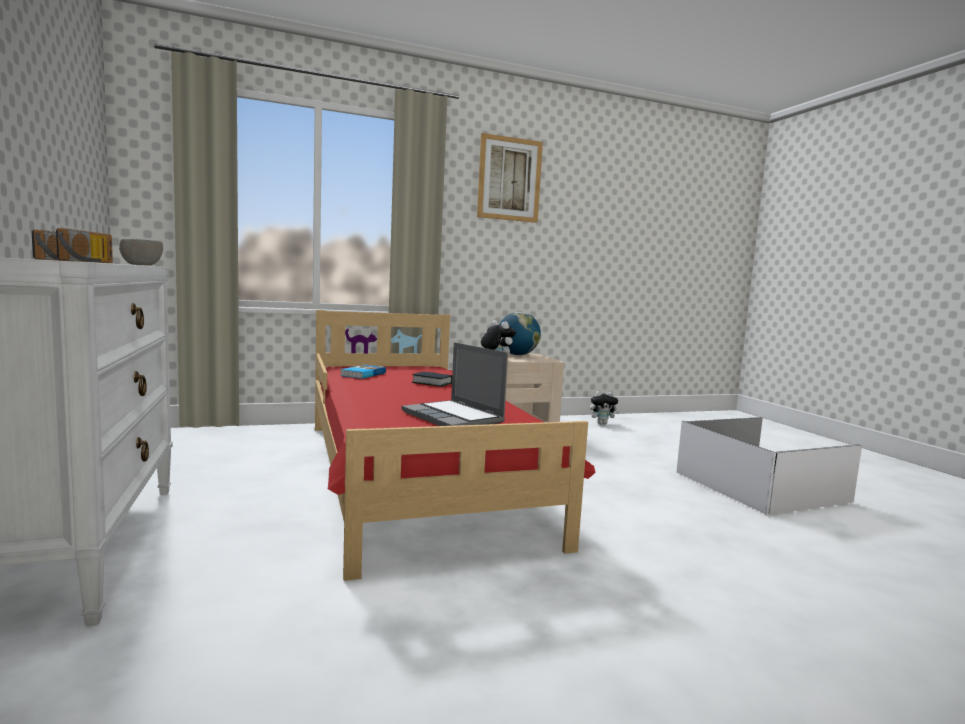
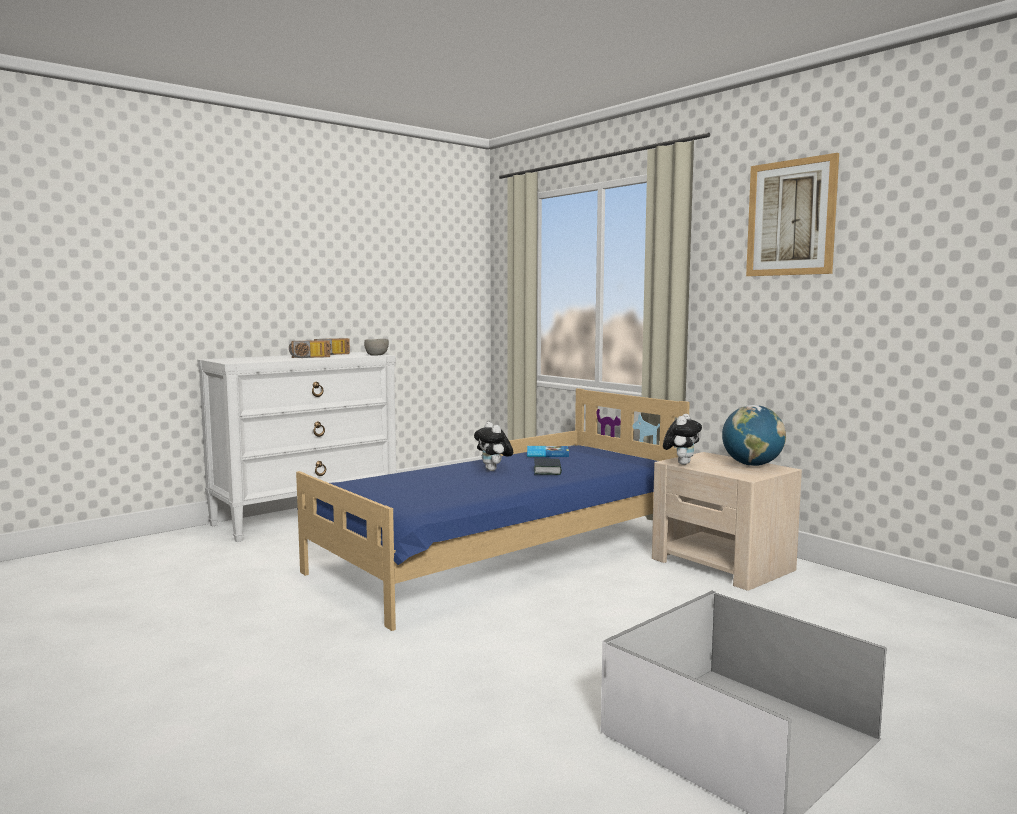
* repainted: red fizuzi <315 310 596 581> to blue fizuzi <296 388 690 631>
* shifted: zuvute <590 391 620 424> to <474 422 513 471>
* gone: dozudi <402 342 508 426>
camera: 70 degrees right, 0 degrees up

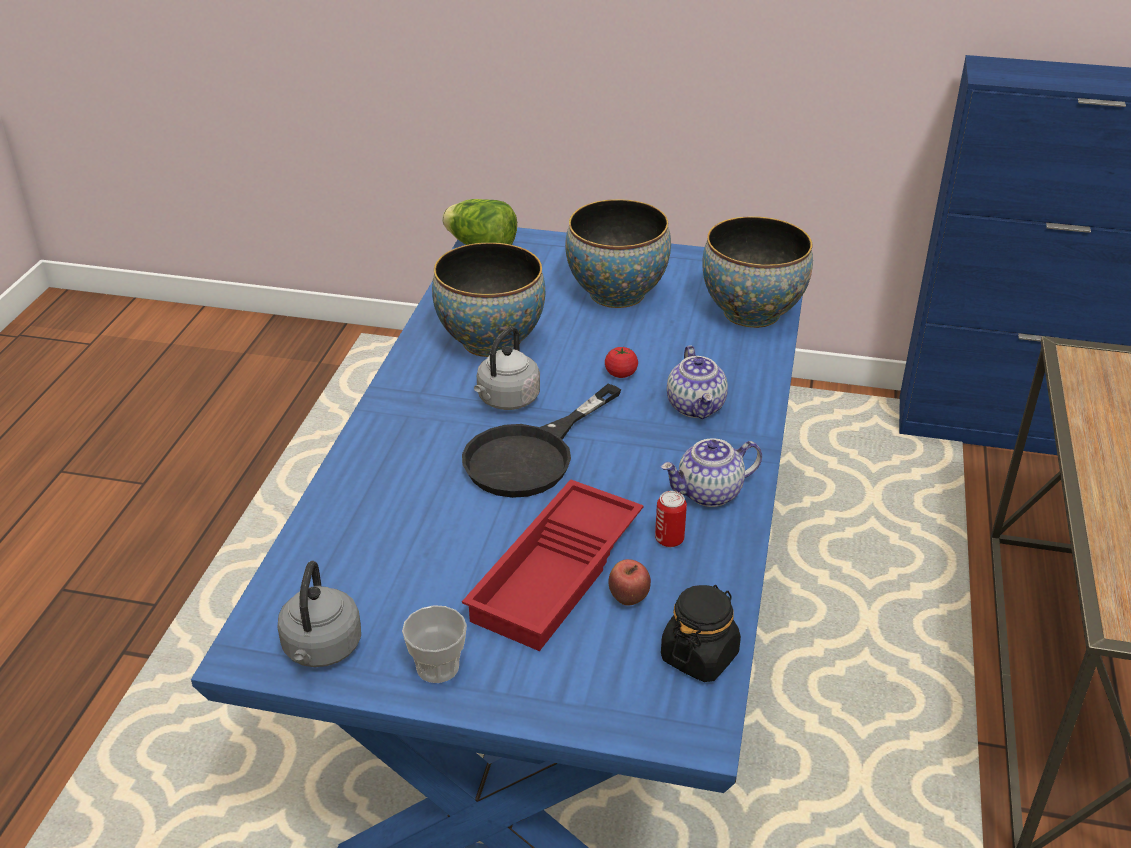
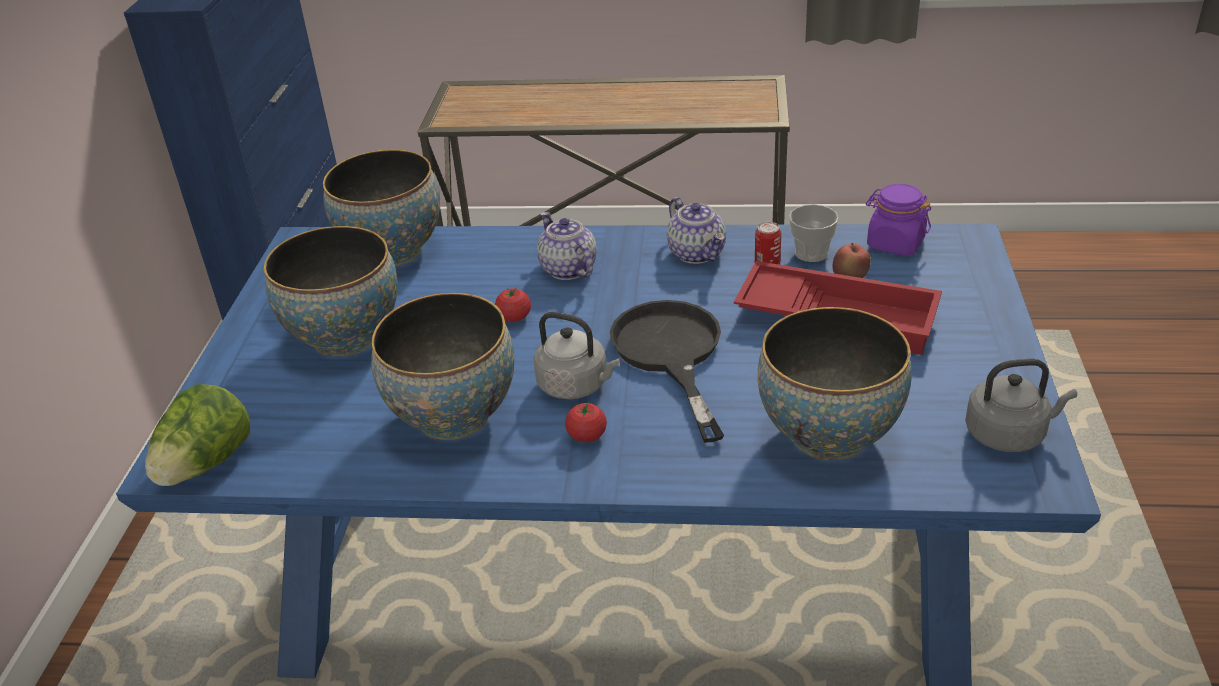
* rotated: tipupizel <667 345 728 419> = <537 212 597 280> 105 degrees counterclockwise
* new: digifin <565 402 607 442>
* rotated: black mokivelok <462 384 621 498> = <610 300 724 443> 135 degrees counterclockwise
* new: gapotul <758 307 912 460>
* shifted: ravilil <402 605 467 683> to <789 204 839 262>
* repainted: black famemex <661 585 741 682> to purple famemex <866 184 931 256>
camera: 95 degrees left, 0 degrees up

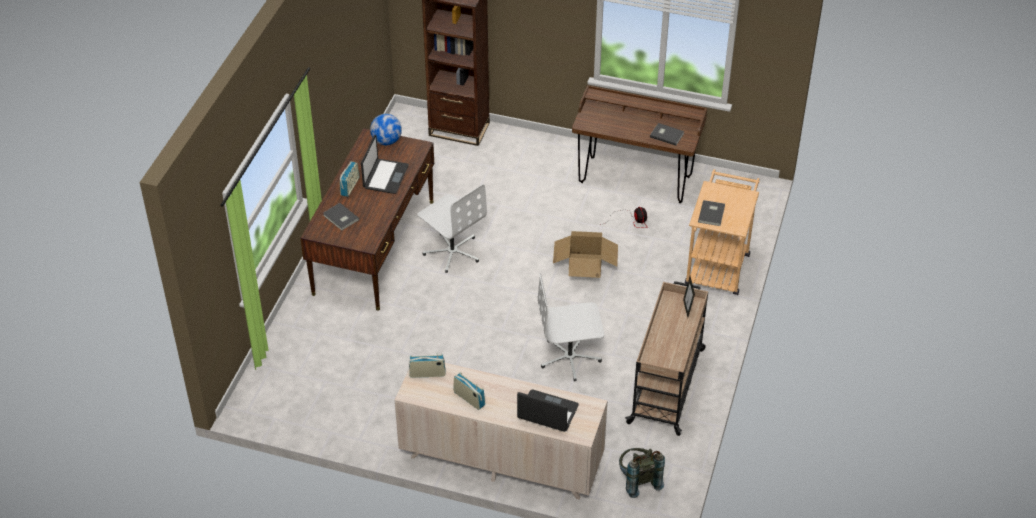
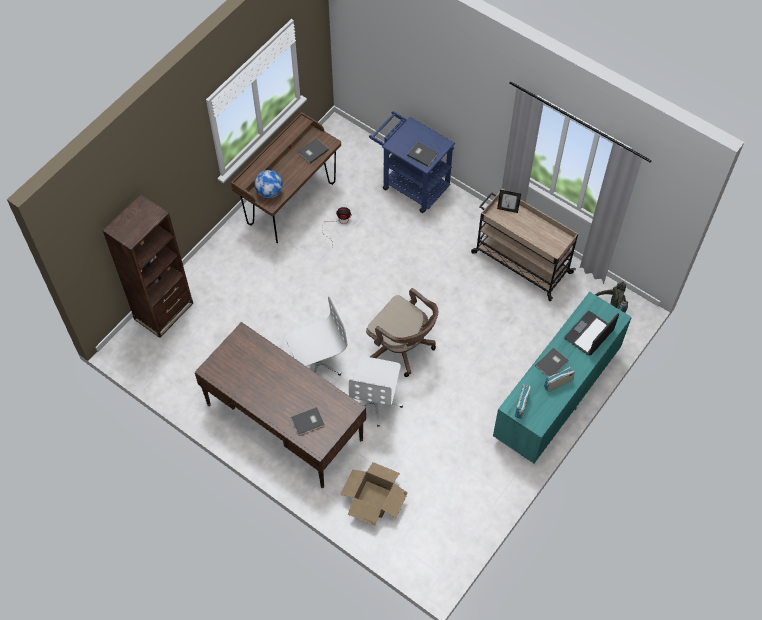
* shifted: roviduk <370 114 402 145> to <255 170 283 198>
* shifted: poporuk <553 231 618 278> to <340 462 408 526>
* shifted: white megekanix <538 273 604 381> to <349 356 403 426>
* new: brown megekanix <366 288 438 377>
* repainted: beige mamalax <685 169 759 295> to blue mamalax <369 111 455 213>
* repainted: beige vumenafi <395 363 607 500> to turquoise vumenafi <493 292 632 463>
* new: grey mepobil <535 348 569 377>
* gone: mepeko <340 161 359 197>
* gone: dozudi <361 135 409 194>
camera: 70 degrees left, 15 degrees up

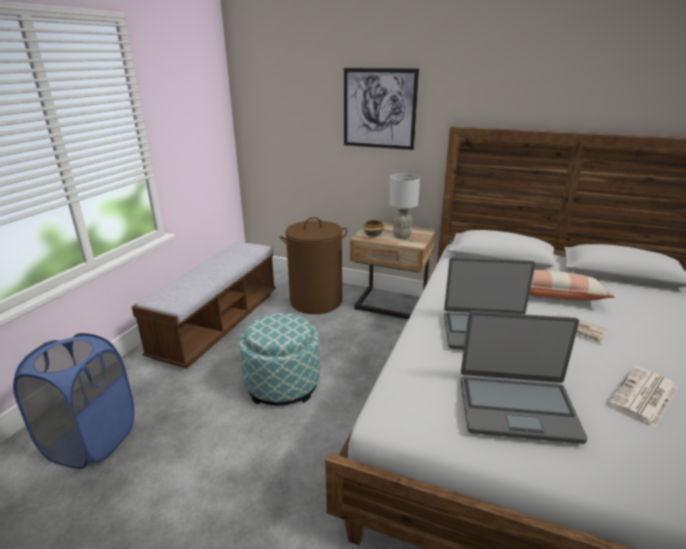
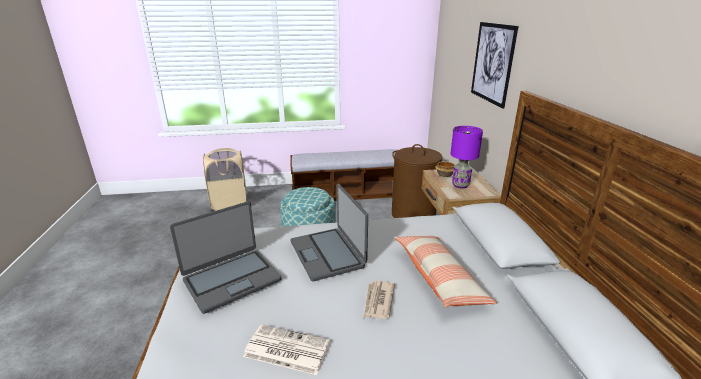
* rotated: dozudi <460 311 588 444> = <170 201 282 314> 105 degrees counterclockwise
* repainted: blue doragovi <13 333 134 469> to beige doragovi <203 148 247 211>
* repainted: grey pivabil <389 174 420 239> to purple pivabil <450 126 483 188>
camera: 60 degrees right, 0 degrees up

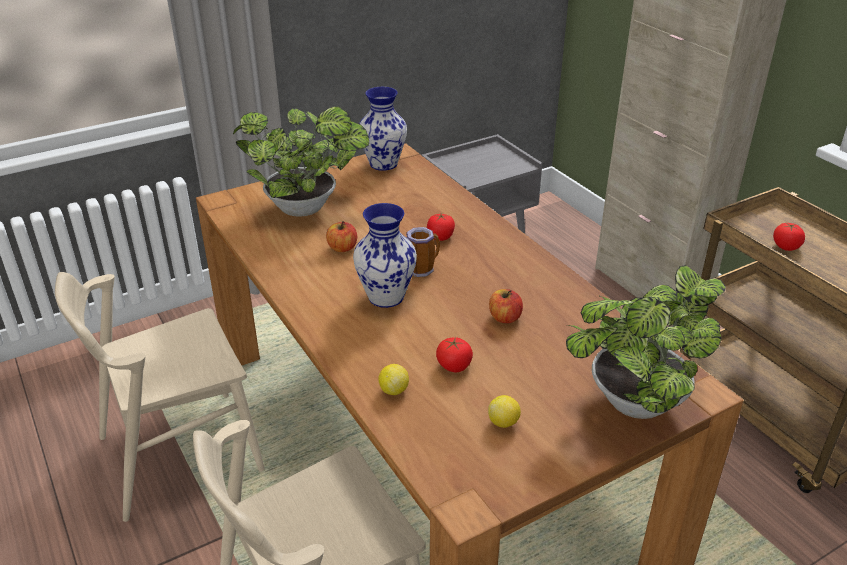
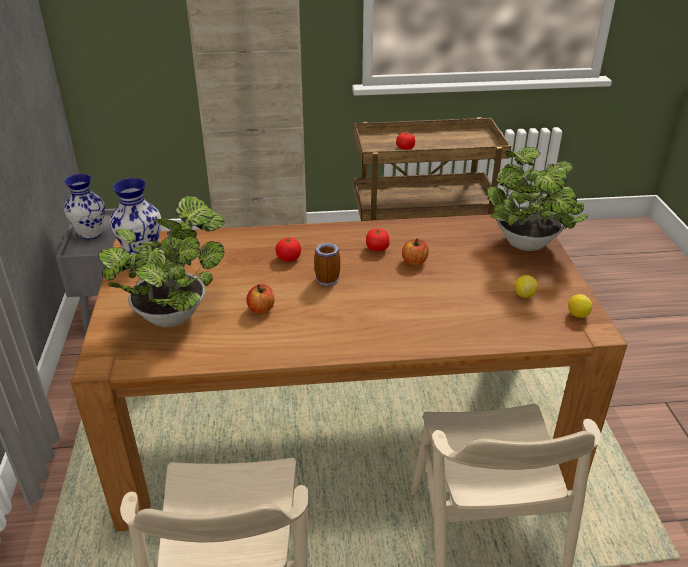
* shifted: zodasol <353 203 417 308> to <64 174 105 240>
* shifted: digifin <436 337 473 372> to <366 229 389 251>
* shifted: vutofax <378 364 409 395> to <568 294 592 318>
camera: 65 degrees left, 0 degrees up

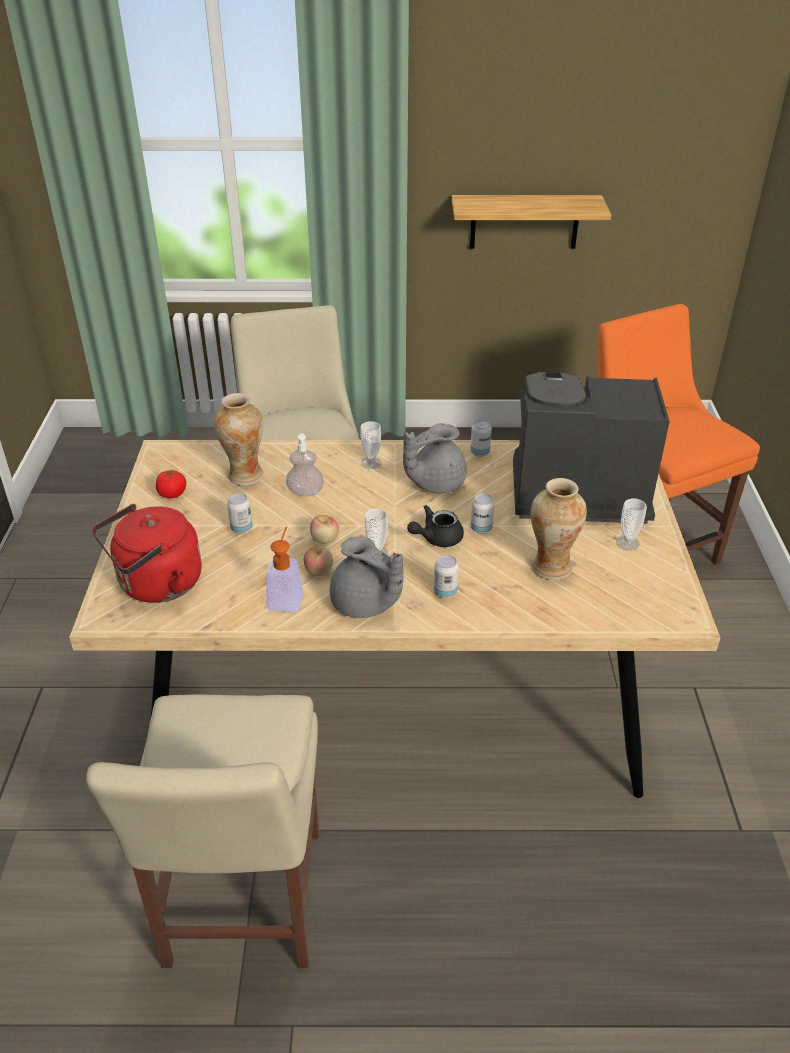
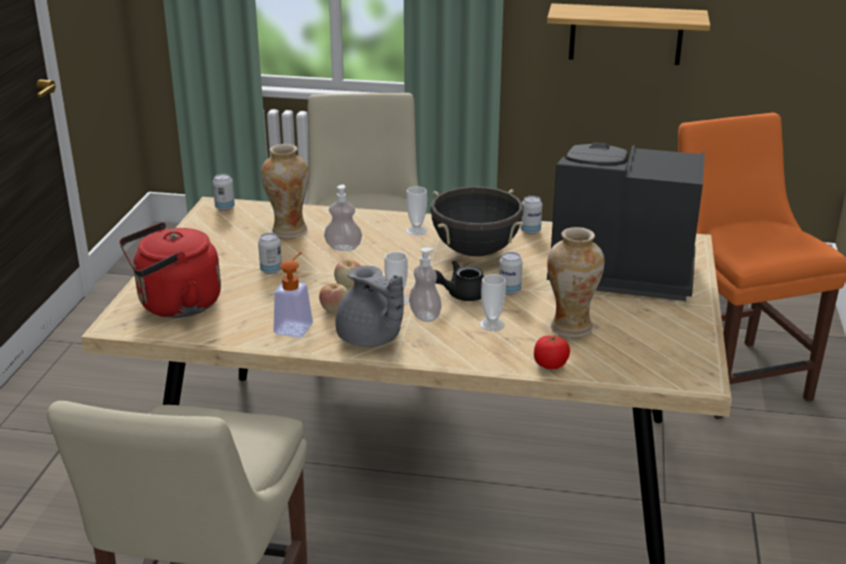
* shifted: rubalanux <434 555 459 598> to <213 174 235 211>
* new: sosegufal <409 248 442 322>
* swapped: grey tipupizel <403 423 467 493> to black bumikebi <430 186 524 257>
* shifted: ravilil <616 498 647 551> to <480 274 506 331>
* shifted: digifin <156 469 186 498> to <534 335 570 369>
camera: 10 degrees right, 10 degrees down

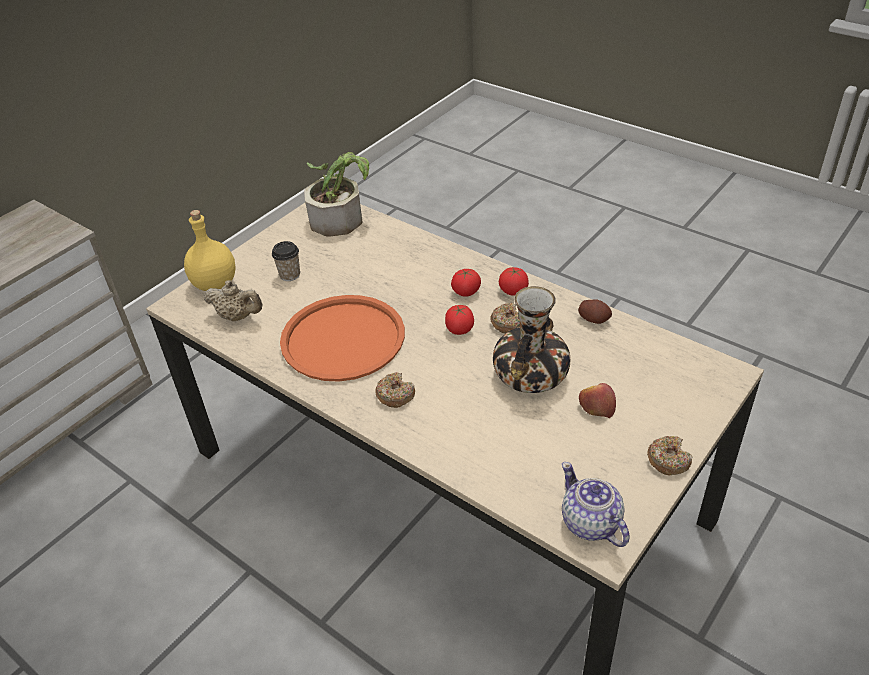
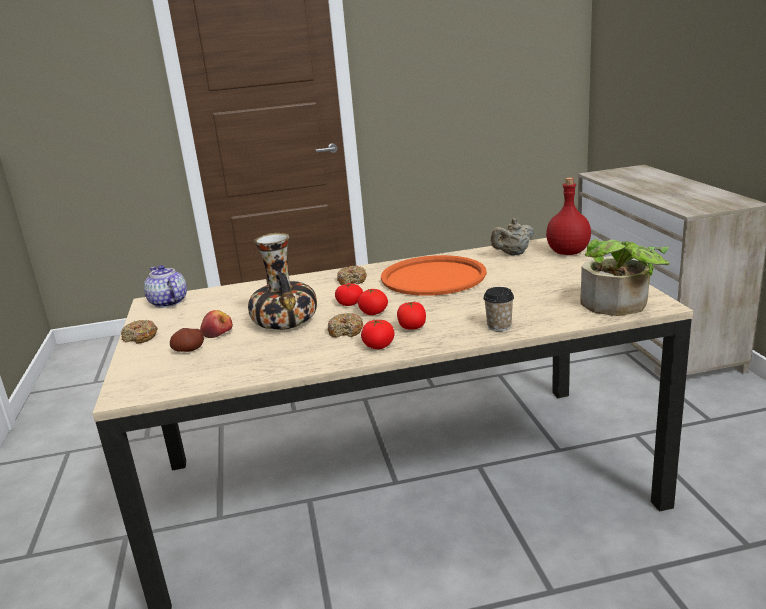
* rotated: tipupizel <562 462 629 547> = <144 265 187 308> 135 degrees counterclockwise
* shifted: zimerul <578 299 612 324> to <170 328 204 352>
* new: digifin <335 283 363 306>
* shifted: ravilil <272 241 300 281> to <483 287 514 331>
* repainted: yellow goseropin <184 210 236 291> to red goseropin <546 177 591 255>
camera: 130 degrees right, 20 degrees down

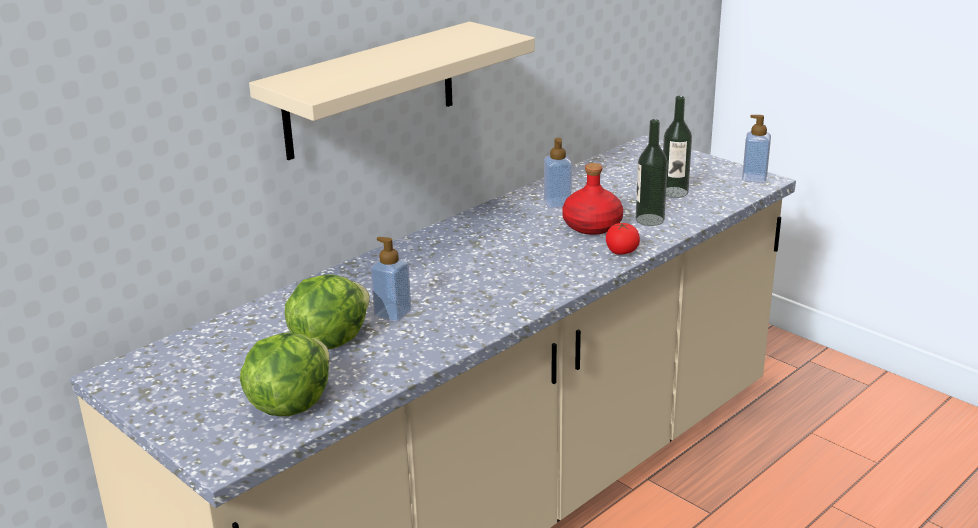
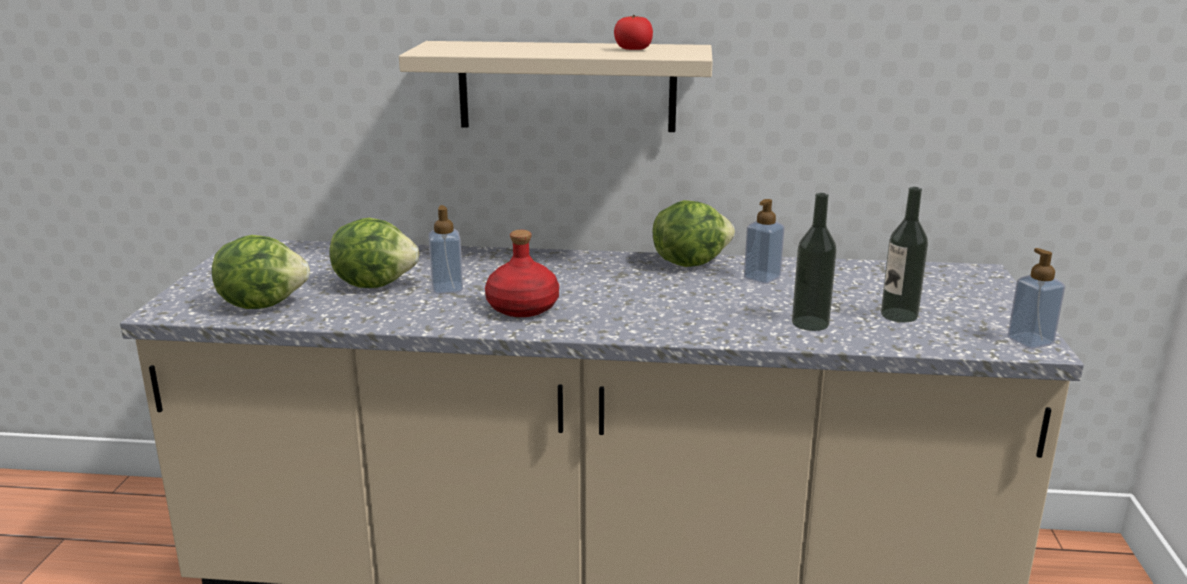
* shifted: red goseropin <562 163 623 235> to <485 230 559 317>
* shifted: digifin <606 222 640 255> to <614 15 653 50>
* new: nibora <652 200 735 267>
camera: 50 degrees right, 5 degrees down

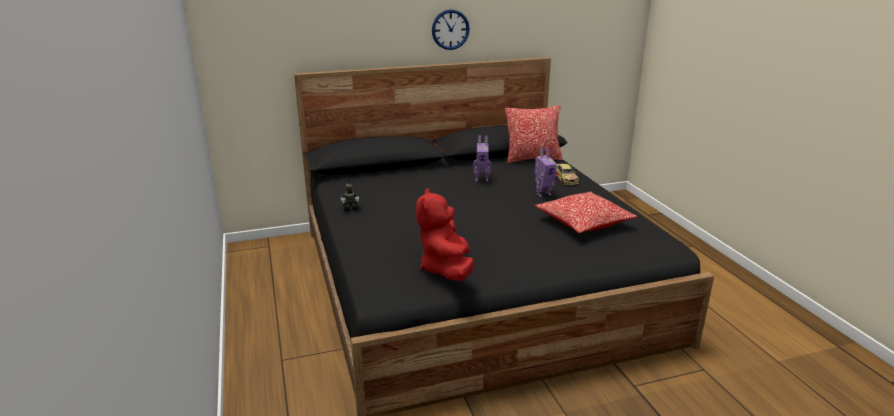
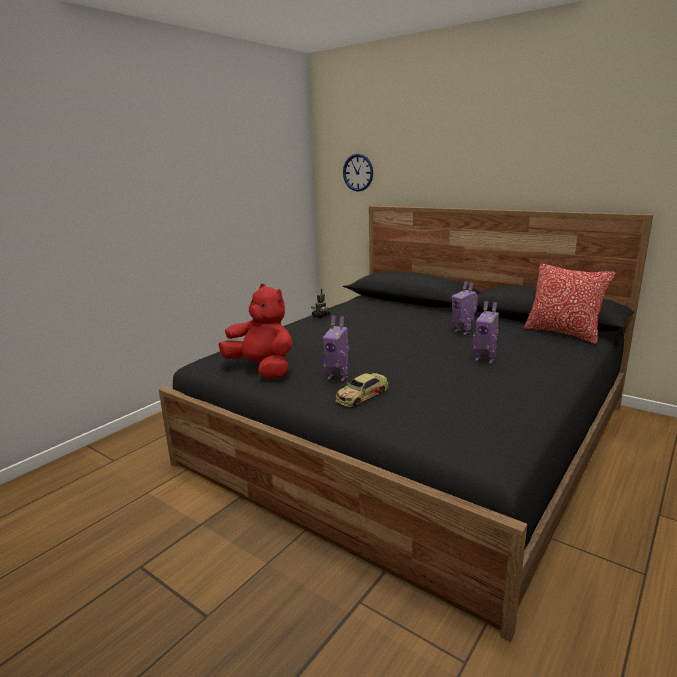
* rotated: red zuvute <416 188 474 281> = <218 283 293 379> 75 degrees clockwise
* new: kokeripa <322 316 349 382>
* shifted: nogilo <555 164 579 185> to <336 373 389 407>
* shifted: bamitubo <432 9 470 50> to <343 154 373 192>
* gone: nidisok <535 192 637 233>
camera: 55 degrees right, 5 degrees down

